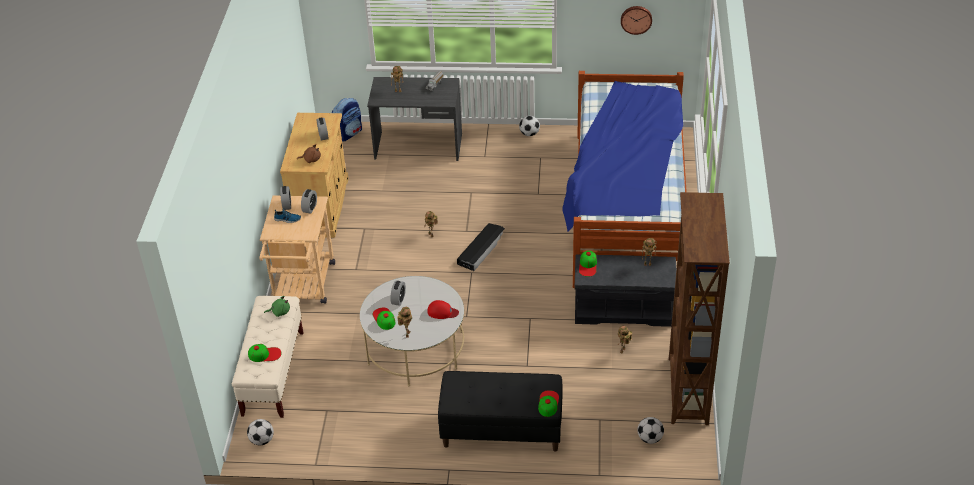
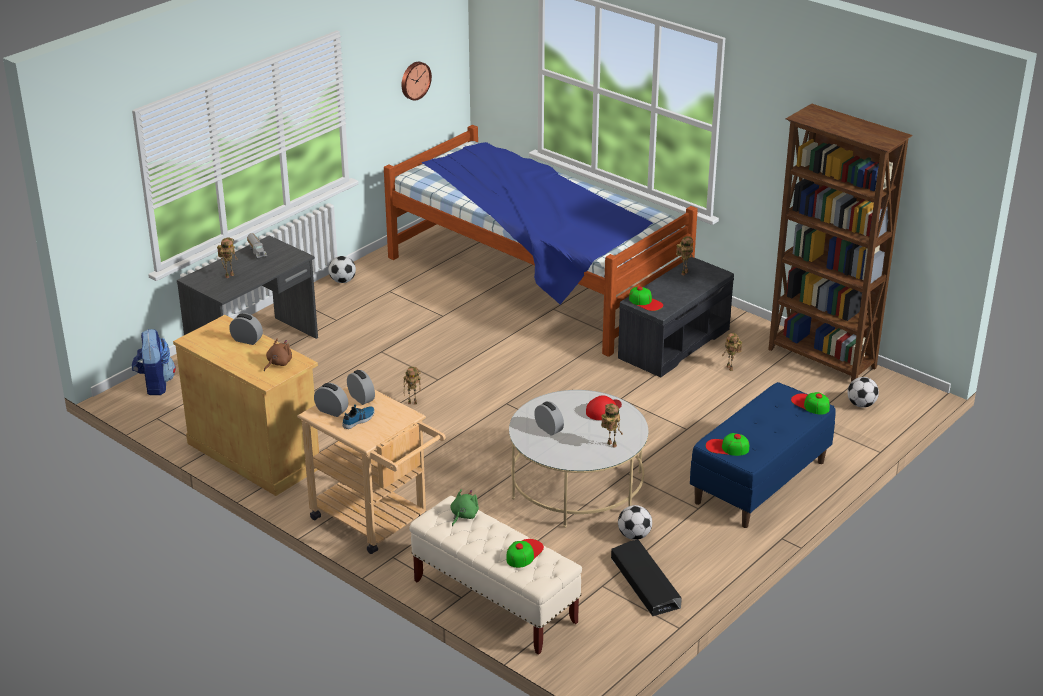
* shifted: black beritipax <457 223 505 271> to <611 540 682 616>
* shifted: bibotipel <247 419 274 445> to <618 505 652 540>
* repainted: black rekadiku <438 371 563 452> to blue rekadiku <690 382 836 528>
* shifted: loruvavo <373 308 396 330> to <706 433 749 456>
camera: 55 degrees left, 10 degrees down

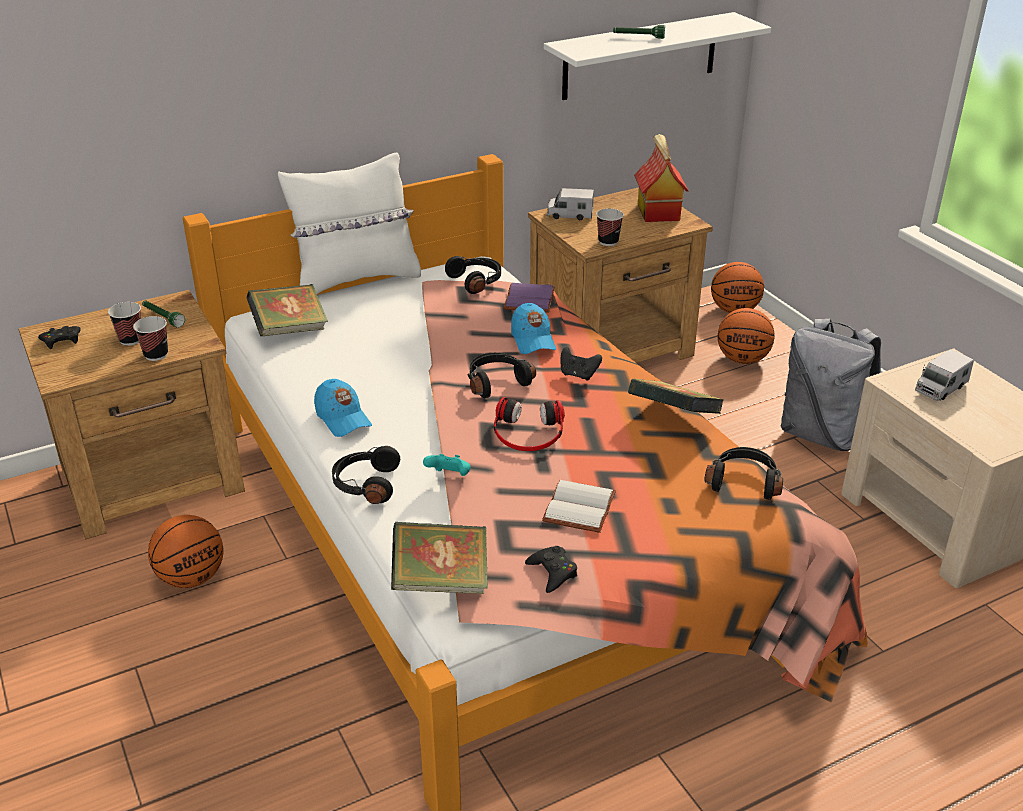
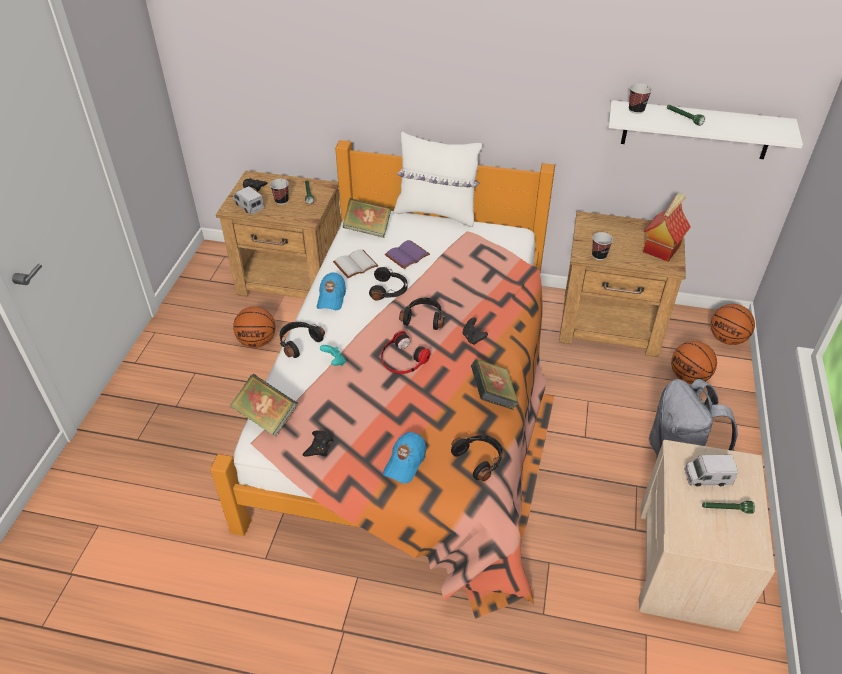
* shifted: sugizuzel <547 188 594 220> to <233 186 264 215>
* shifted: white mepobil <542 480 616 533> to <333 249 378 278>
* shifted: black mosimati <445 256 501 294> to <369 267 408 301>
* shifted: blue loruvavo <511 303 556 354> to <383 432 426 483>
* shifted: purple mepobil <504 283 555 313> to <385 240 430 269>
* shifted: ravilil <133 316 168 361> to <629 83 652 114>
* new: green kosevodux <702 501 755 514>
camera: 40 degrees right, 10 degrees up

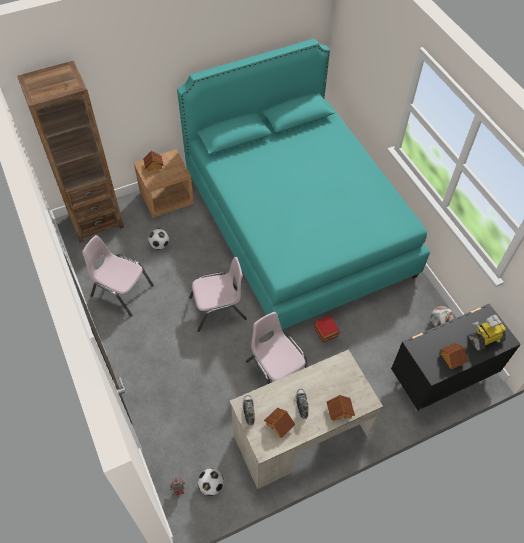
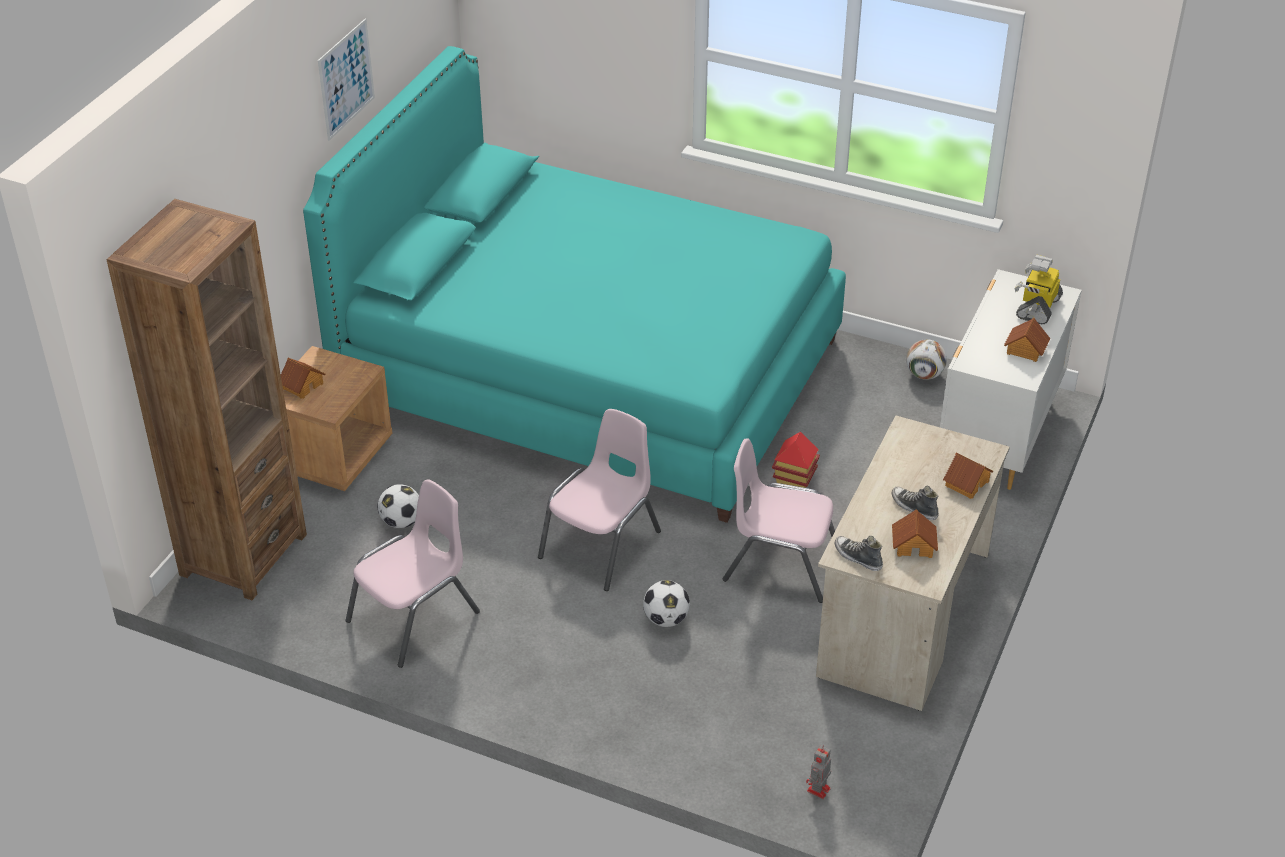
* new: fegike <318 19 375 141>
* rotated: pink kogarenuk <82 235 154 316> = <345 479 480 668> 150 degrees clockwise
* shifted: bibotipel <198 468 224 496> to <643 580 690 627>
* repainted: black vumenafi <391 304 521 411> to white vumenafi <940 269 1082 490>
camera: 40 degrees left, 15 degrees down

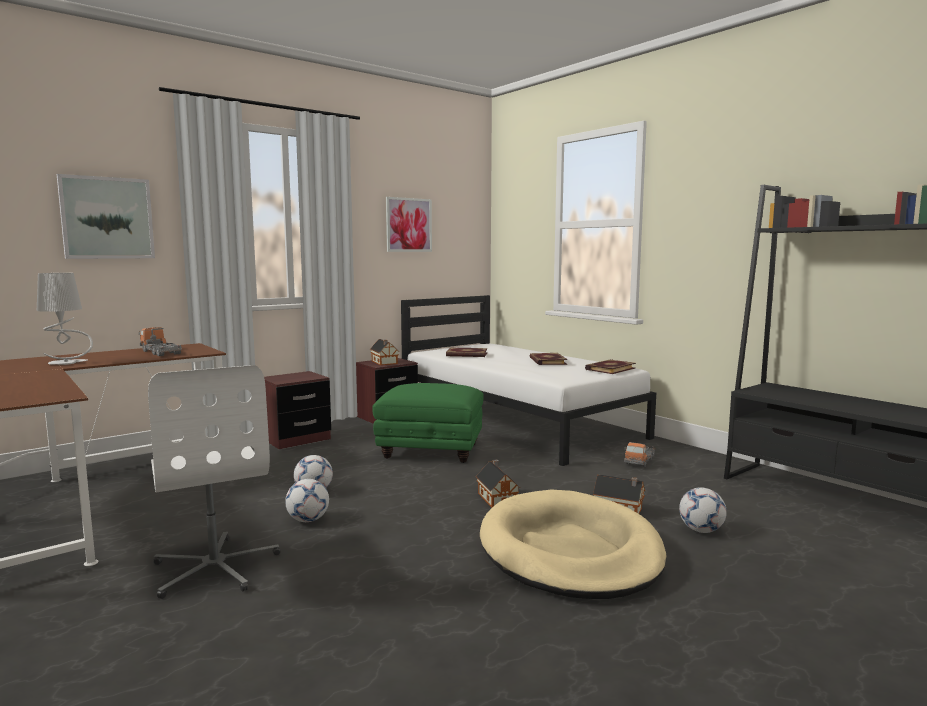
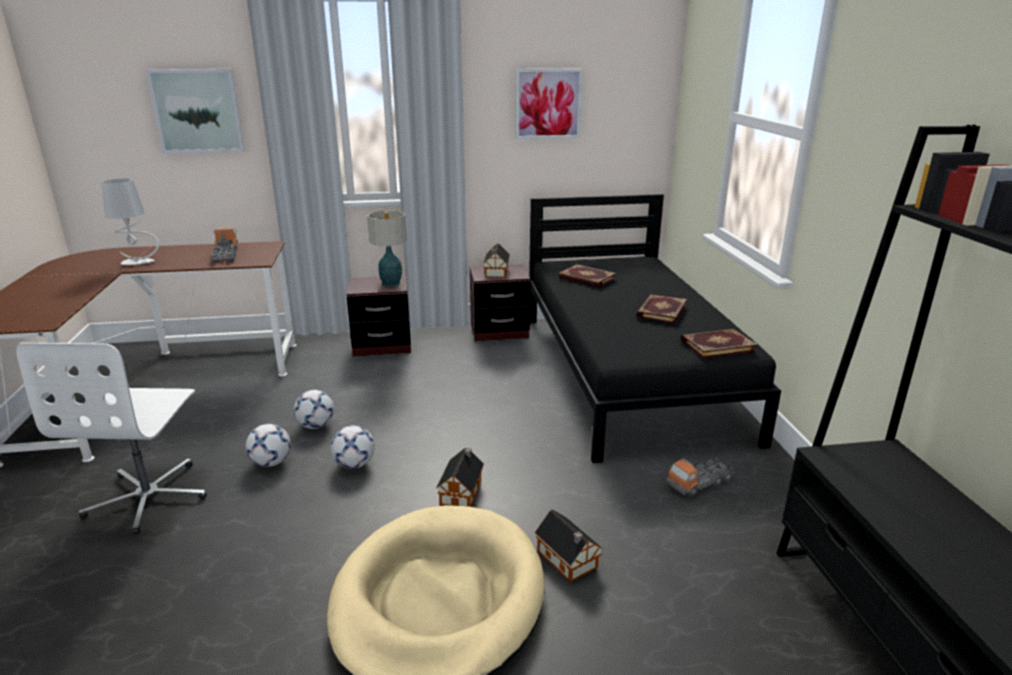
* shifted: bibotipel <679 487 727 533> to <331 425 375 469>
* new: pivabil <367 210 407 286>
* repainted: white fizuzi <401 295 656 466> to black fizuzi <529 194 781 463>
* gone: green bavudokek <372 383 484 463>
camera: 30 degrees right, 15 degrees up

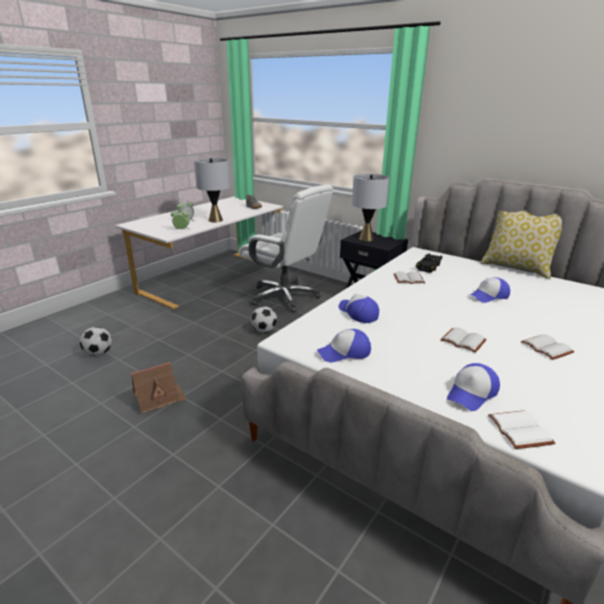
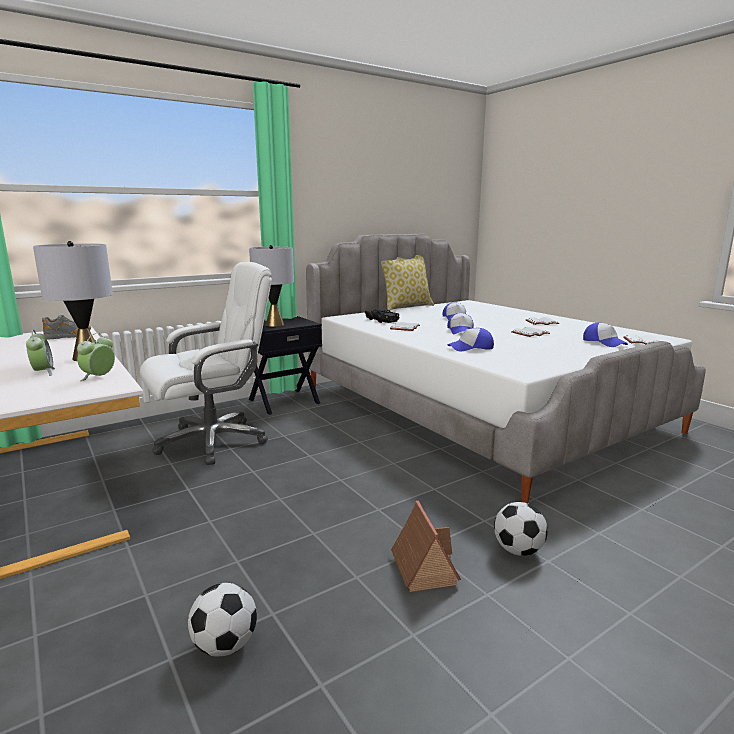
* shifted: loruvavo <317 329 371 362> to <447 313 474 334>
* shifted: bibotipel <251 306 277 333> to <494 502 548 556>
camera: 70 degrees left, 10 degrees down

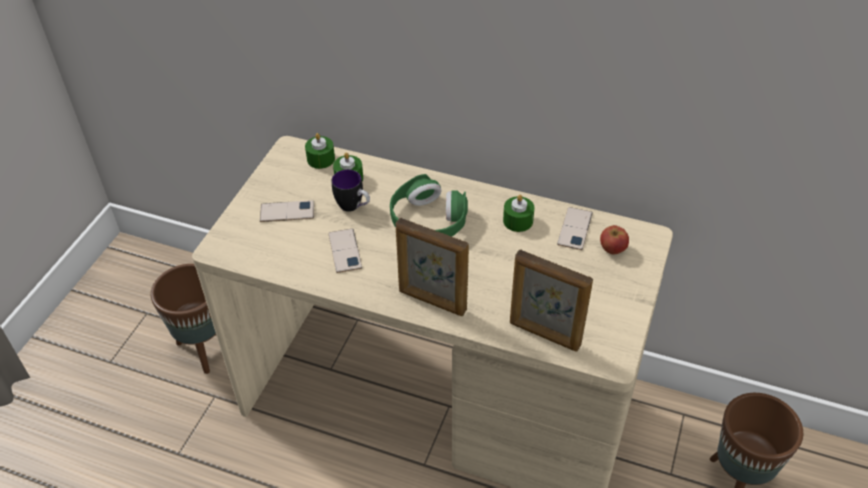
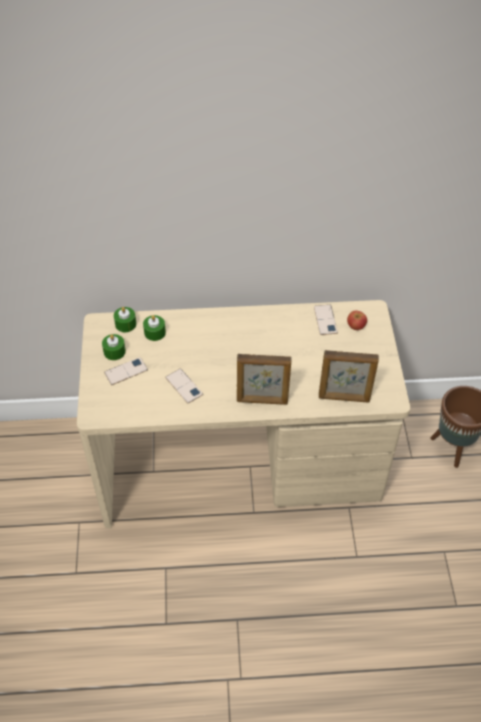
* shifted: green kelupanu <503 195 534 232> to <102 334 126 360>
* gone: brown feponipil <151 264 216 374>
* gone: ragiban <331 169 370 212>
* gone: green mosimati <390 174 468 236>
camera: 25 degrees left, 5 degrees up

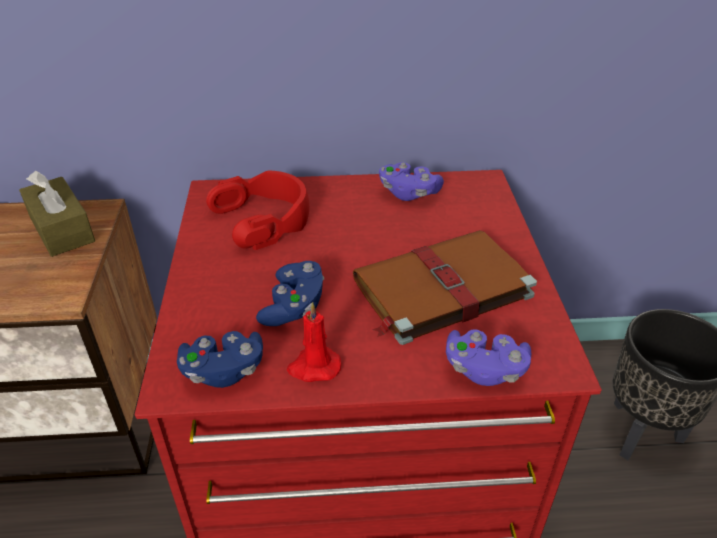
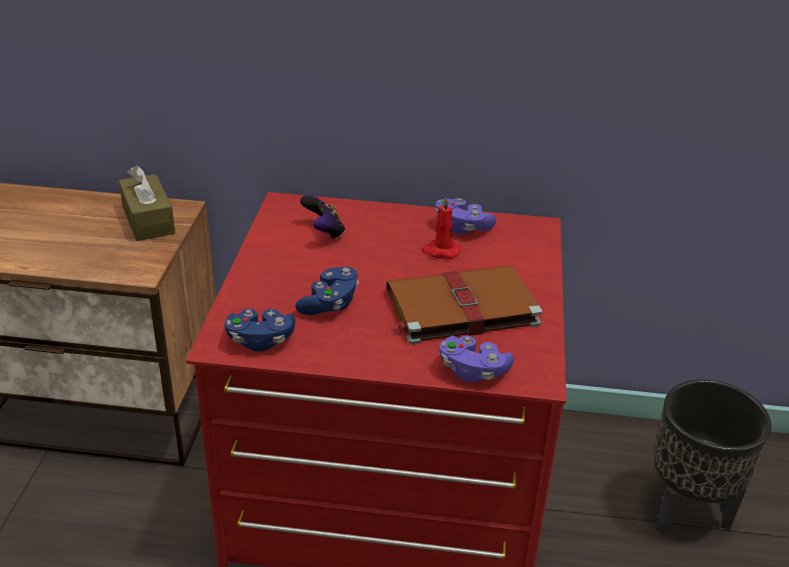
* swapped: red mosimati <206 171 309 250> to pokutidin <300 195 345 240>
* shifted: red kelupanu <287 302 341 382> to <421 197 460 258>
camera: 10 degrees right, 5 degrees down

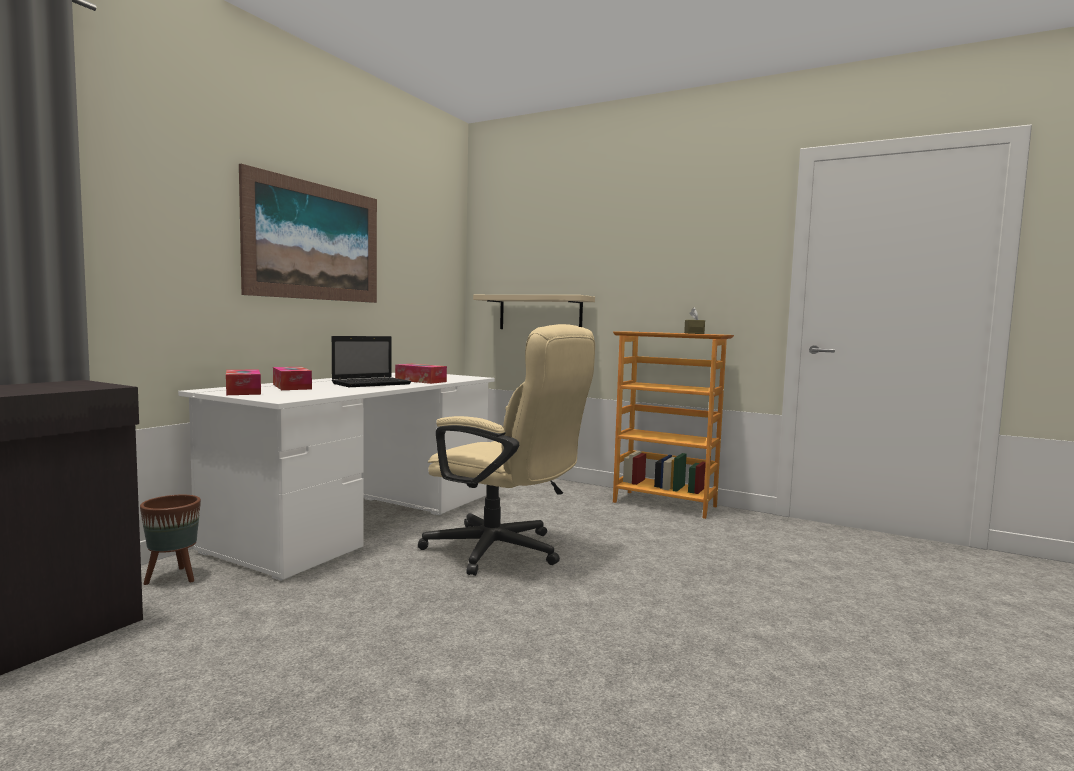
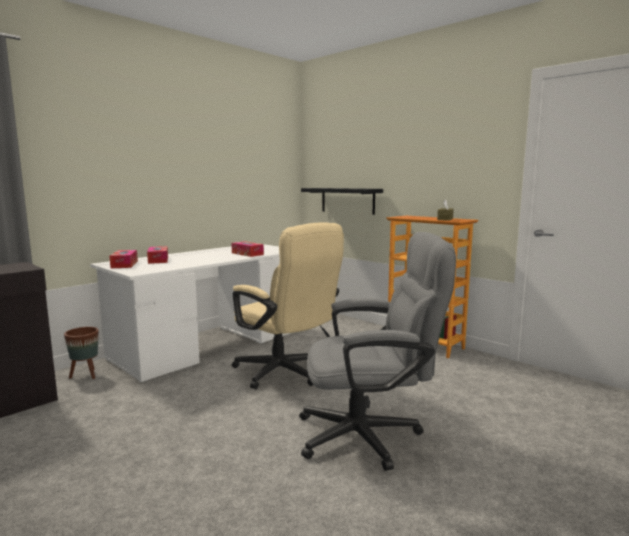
* new: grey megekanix <299 232 456 471>
* repainted: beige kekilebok <473 295 595 329> to black kekilebok <301 188 383 215>
* gone: fegike <239 164 377 303>
* gone: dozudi <332 336 411 387>
camera: 15 degrees right, 5 degrees up

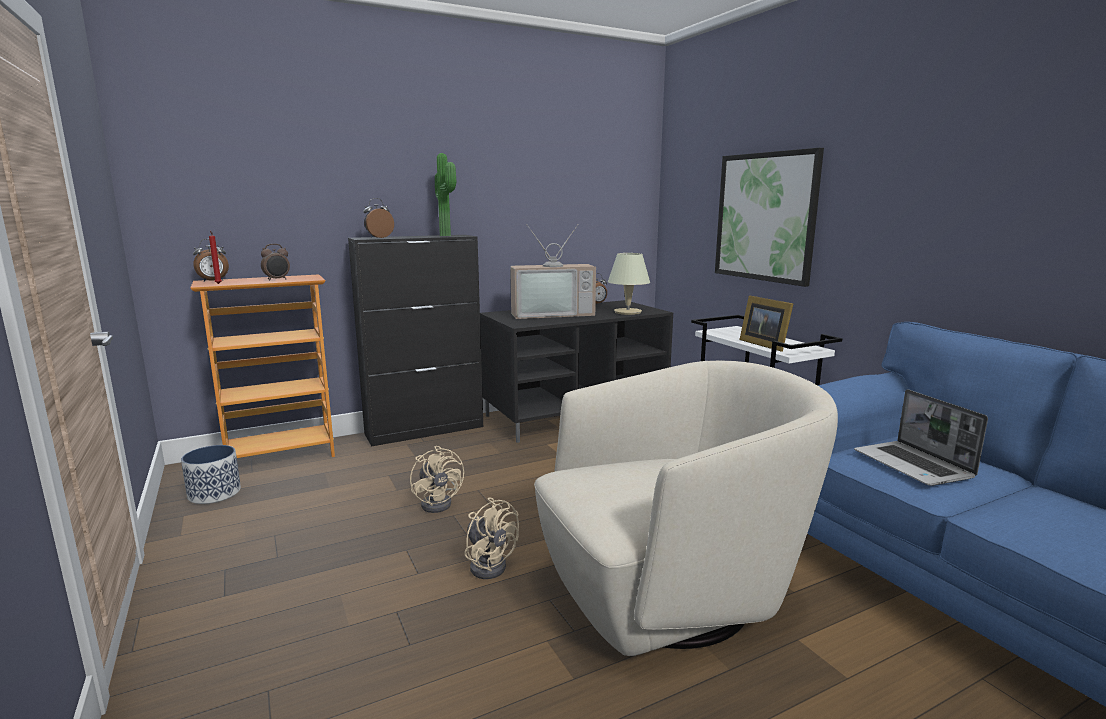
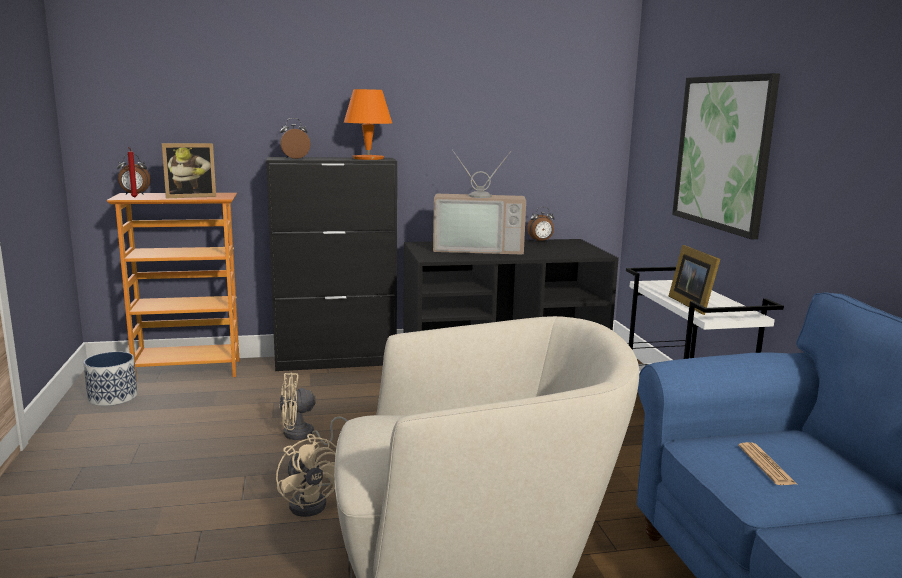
* swapped: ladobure <261 244 290 281> to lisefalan <162 143 216 198>
* rotated: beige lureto <410 446 464 513> = <279 373 348 445> 90 degrees clockwise
* swapped: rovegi <435 153 456 236> to orange pivabil <344 89 392 160>
* swapped: dozudi <854 389 988 486> to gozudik <738 442 797 485>
* gone: beige pivabil <608 253 650 315>
camera: 15 degrees right, 0 degrees up

